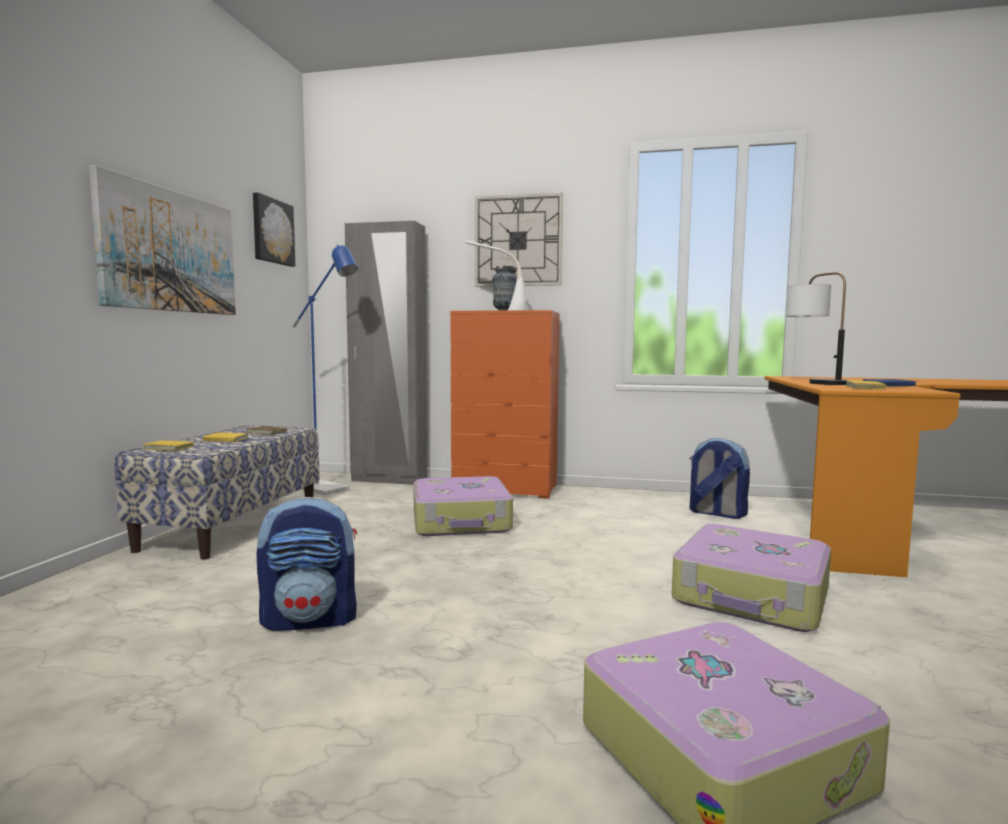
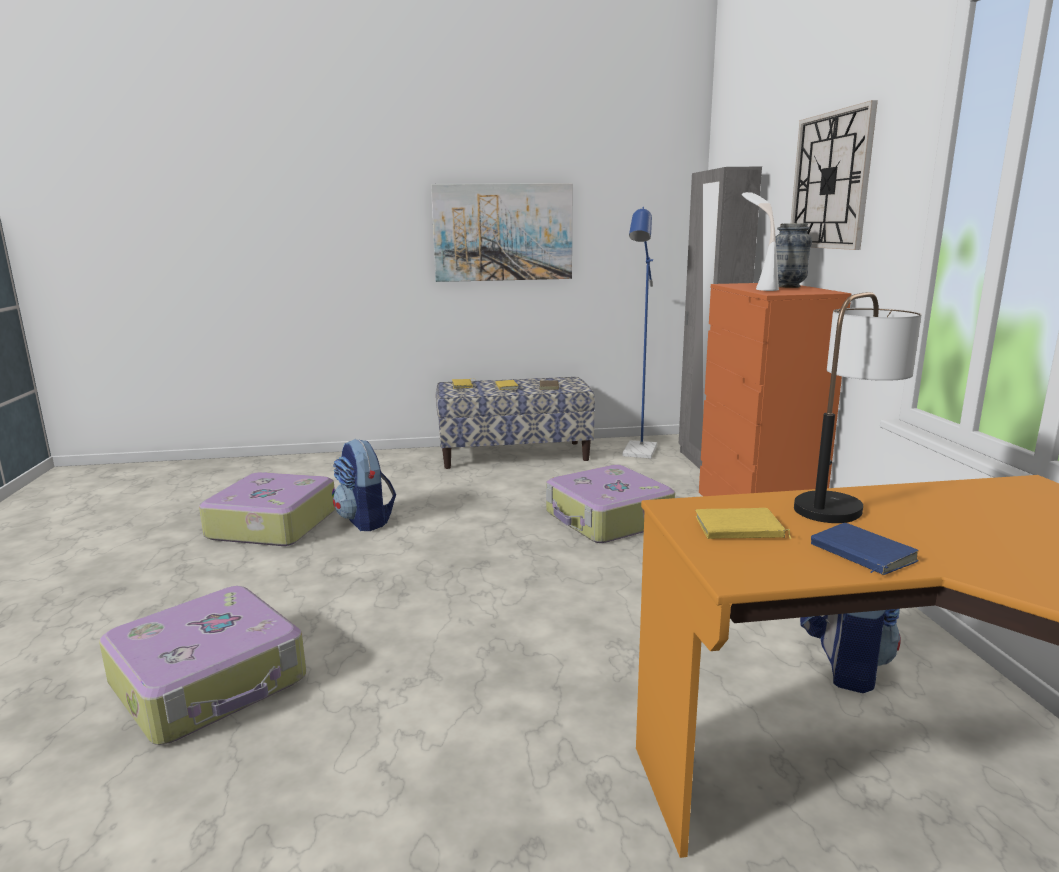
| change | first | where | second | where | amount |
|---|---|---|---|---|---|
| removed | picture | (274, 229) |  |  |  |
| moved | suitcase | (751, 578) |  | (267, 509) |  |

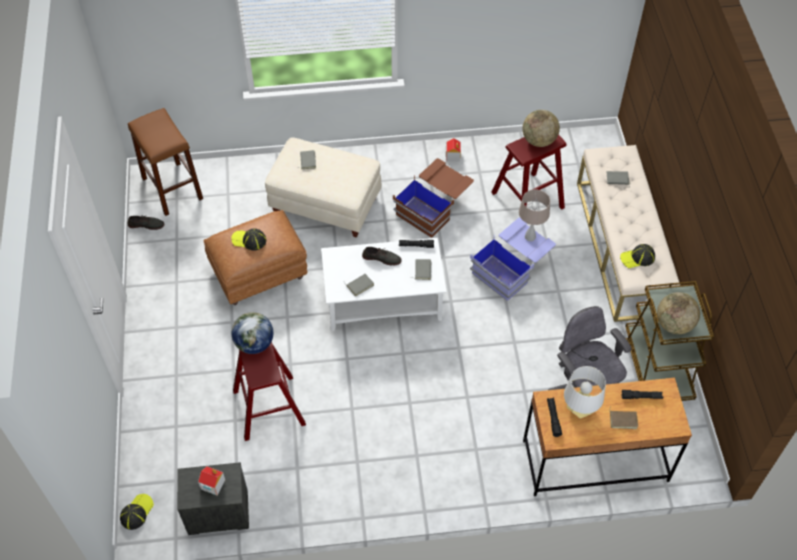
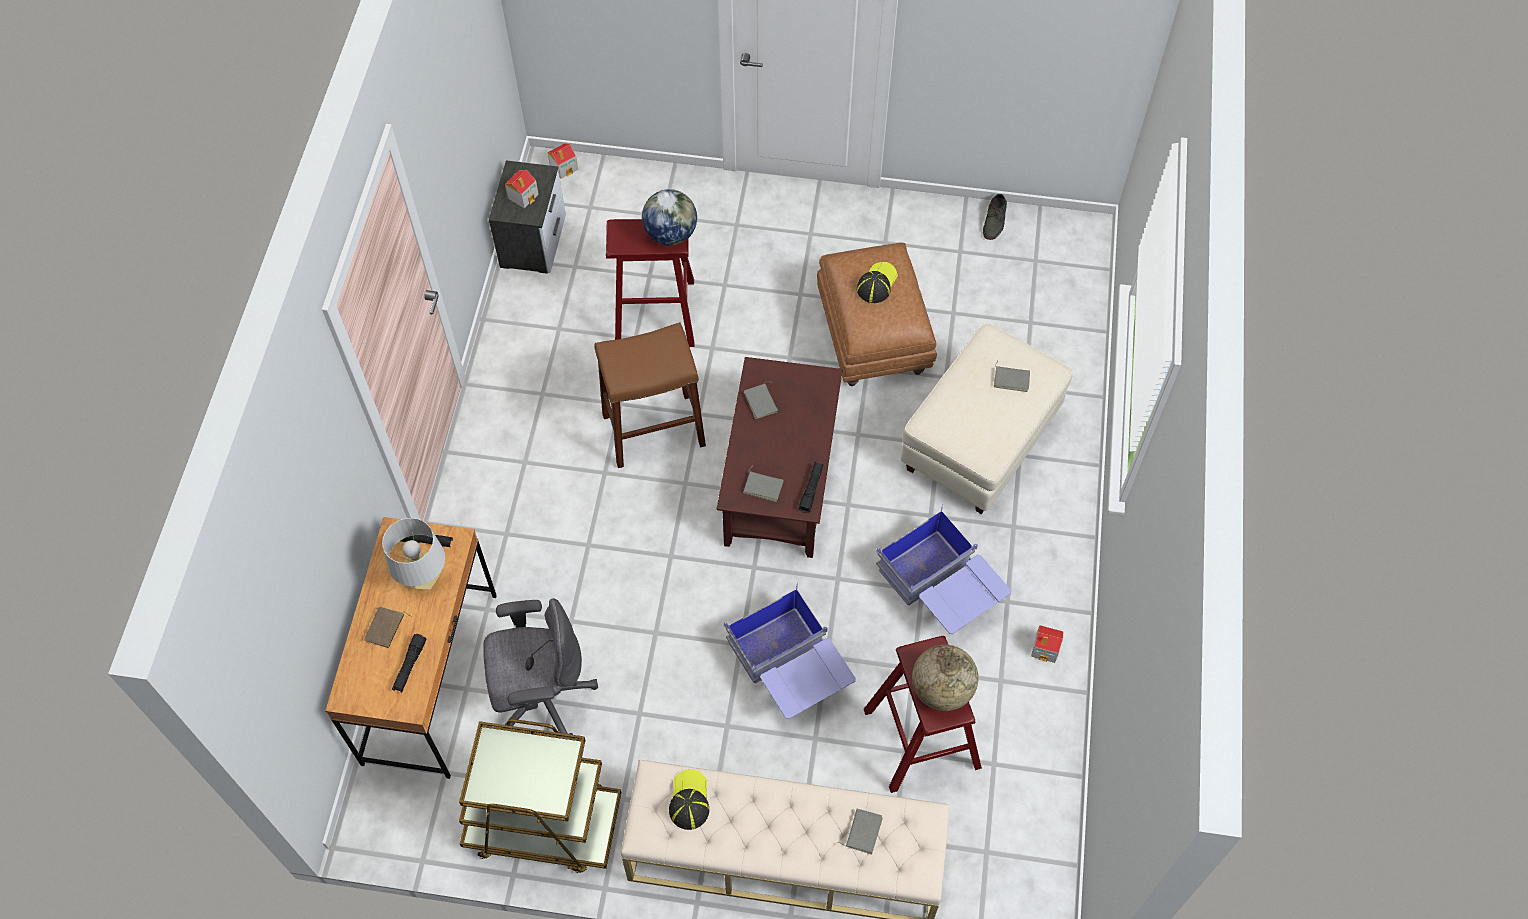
| change | first | where | second | where | amount |
|---|---|---|---|---|---|
| moved | stool (brown) | (165, 162) |  | (650, 395) |  |
| recoloured | storage box (brown) | (433, 198) | storage box (blue) | (943, 569) |  |
| removed | table lamp (beige) | (534, 215) |  |  |  |
| recoloured | coffee table (white) | (384, 284) | coffee table (brown) | (780, 457) |  |
| removed | shoe (grey) | (382, 256) |  |  |  |
| removed | globe | (678, 313) |  |  |  |
| replaced | cap | (137, 512) | toy house | (563, 161) |  |

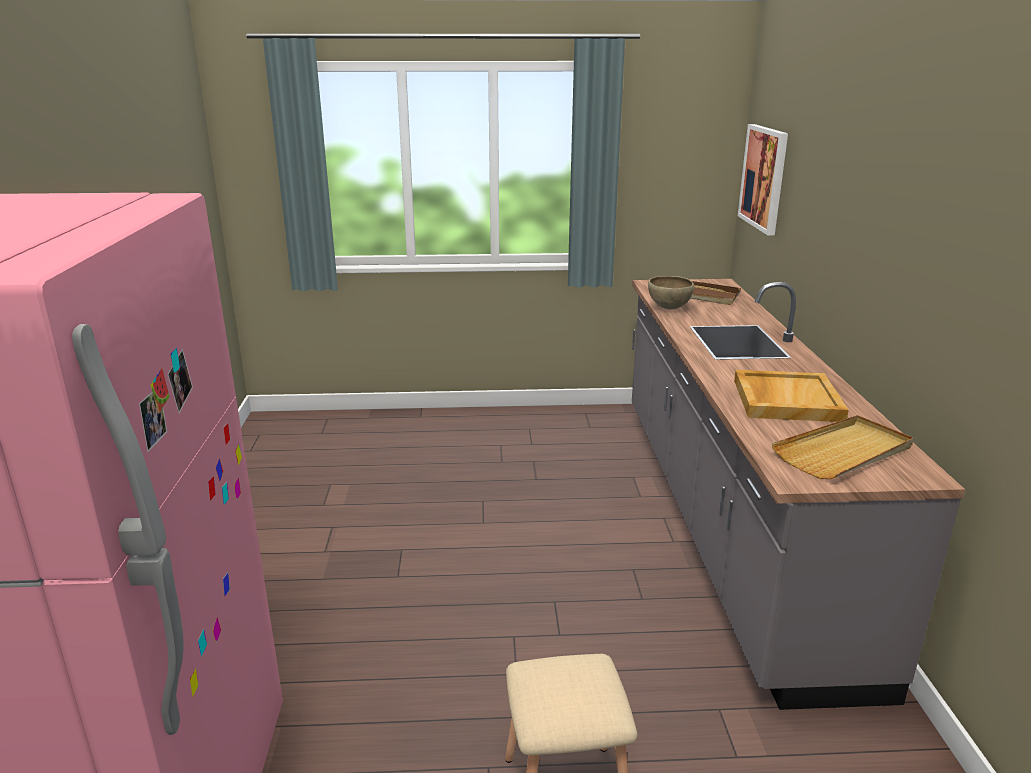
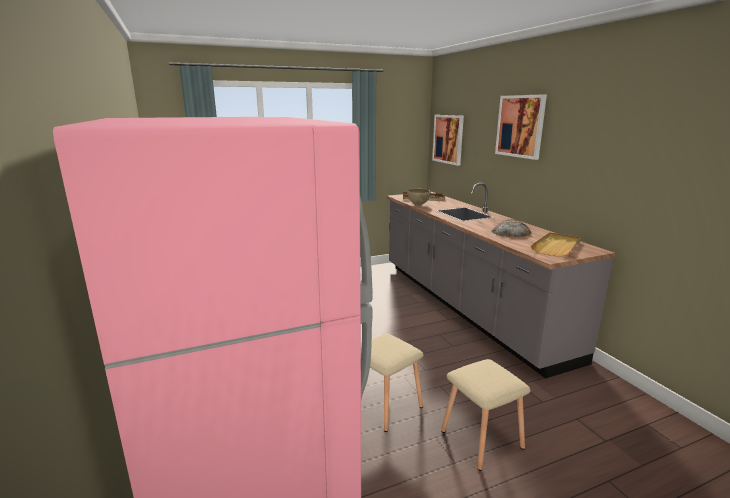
| change | first | where | second | where | amount |
|---|---|---|---|---|---|
| replaced | tray (beige) | (791, 396) | bread | (511, 228) |  |
| added |  |  | picture | (521, 127) |  |
| added |  |  | stool (beige) | (392, 383) |  |

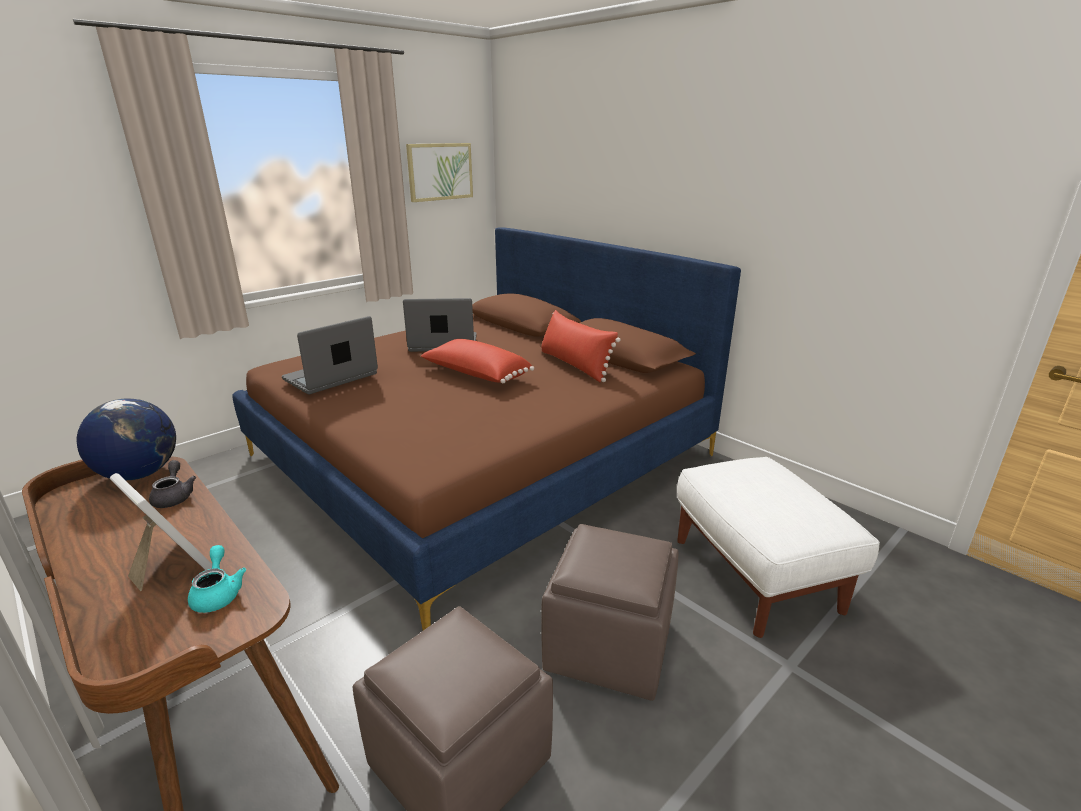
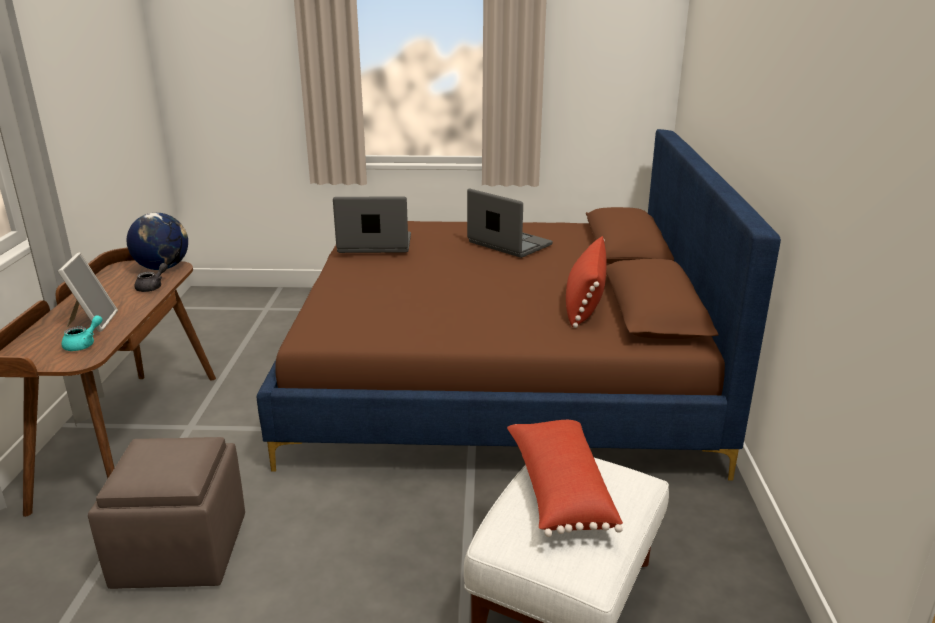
| change | first | where | second | where | amount |
|---|---|---|---|---|---|
| removed | picture | (439, 172) |  |  |  |
| moved | pillow (red) | (477, 361) |  | (565, 478) |  |
| removed | ottoman (brown) | (610, 612) |  |  |  |

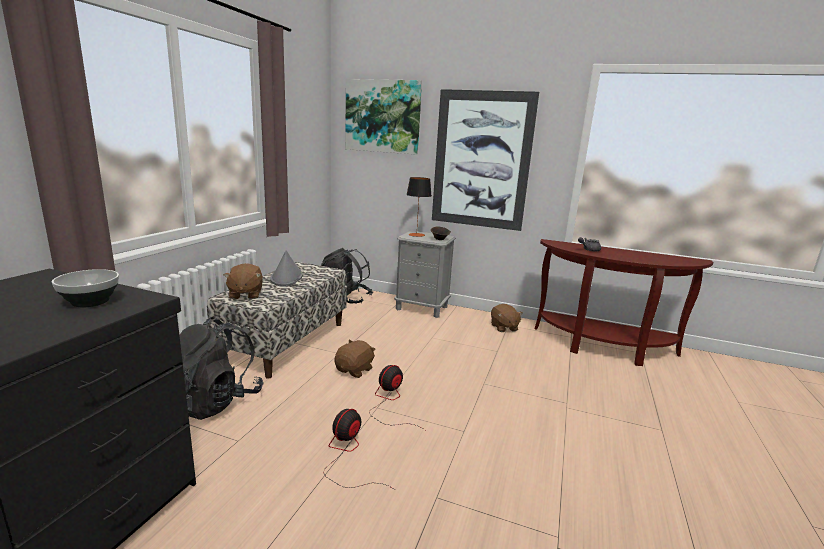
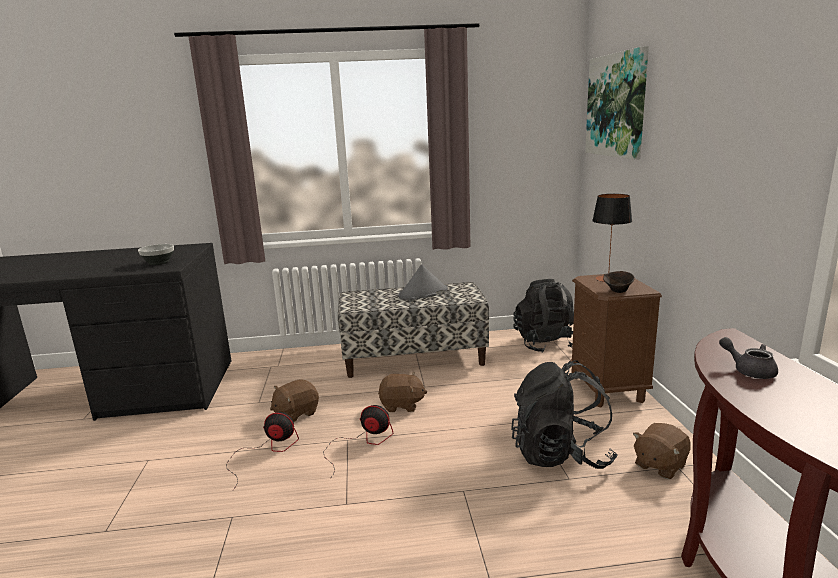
| change | first | where | second | where | amount |
|---|---|---|---|---|---|
| removed | picture | (485, 160) |  |  |  |
| recoloured | nightstand (grey) | (425, 274) | nightstand (brown) | (616, 340) |  |
| moved | plush toy (brown) | (243, 281) |  | (294, 400) |  |
| moved | backpack (black) | (221, 368) |  | (564, 414) |  |

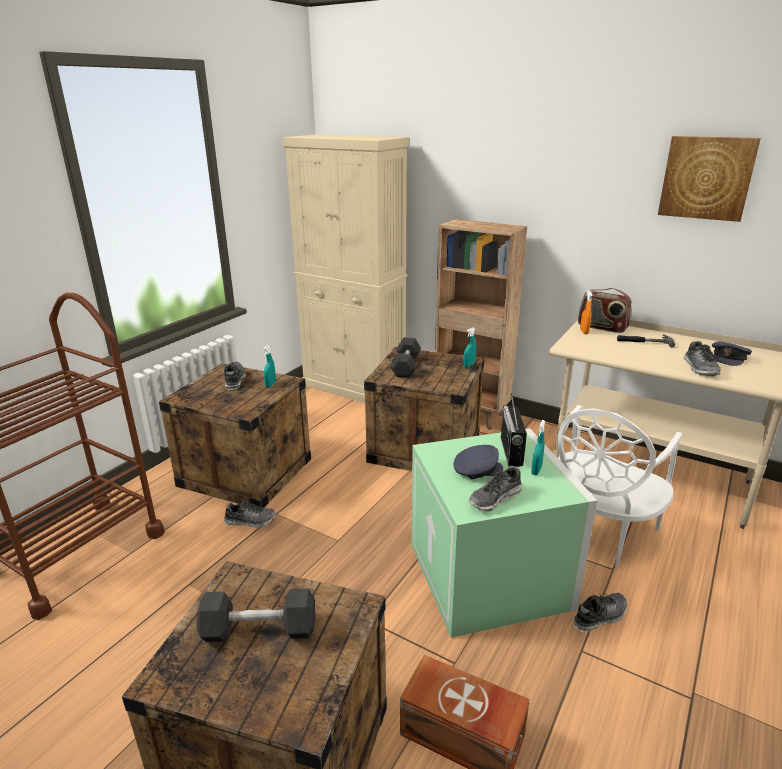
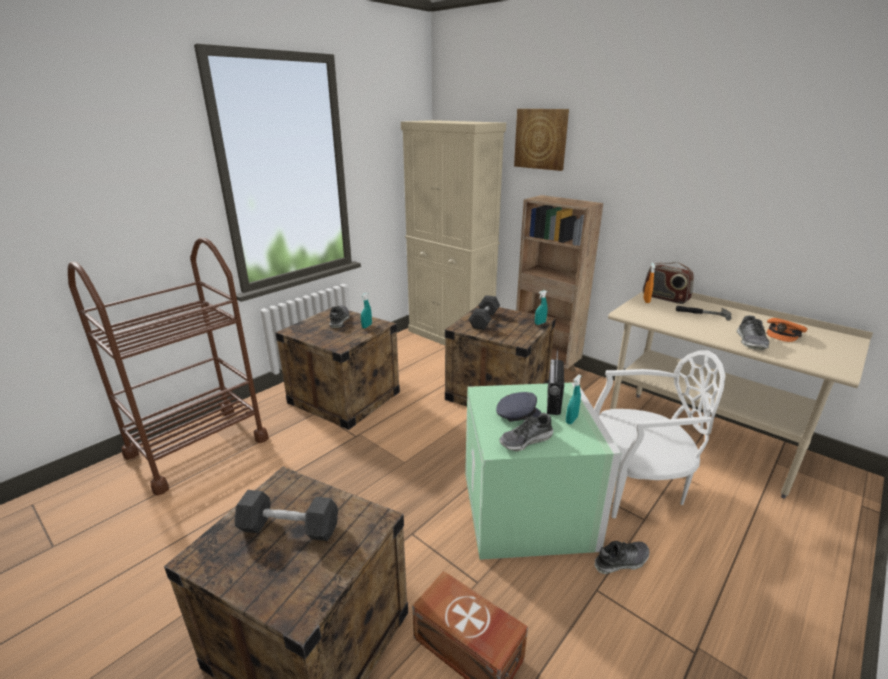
| change | first | where | second | where | amount |
|---|---|---|---|---|---|
| moved | picture | (709, 179) |  | (541, 140) |  |
| recoloured | cap (grey) | (732, 354) | cap (orange) | (787, 330) |  |
| turned | chair (white) | (620, 486) |  | (660, 434) | 135 degrees counterclockwise |
| removed | shoe | (250, 514) |  |  |  |

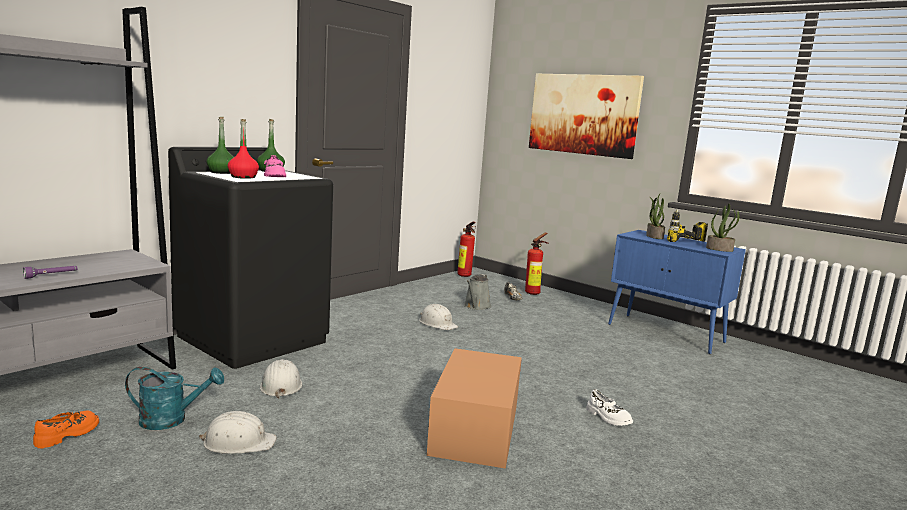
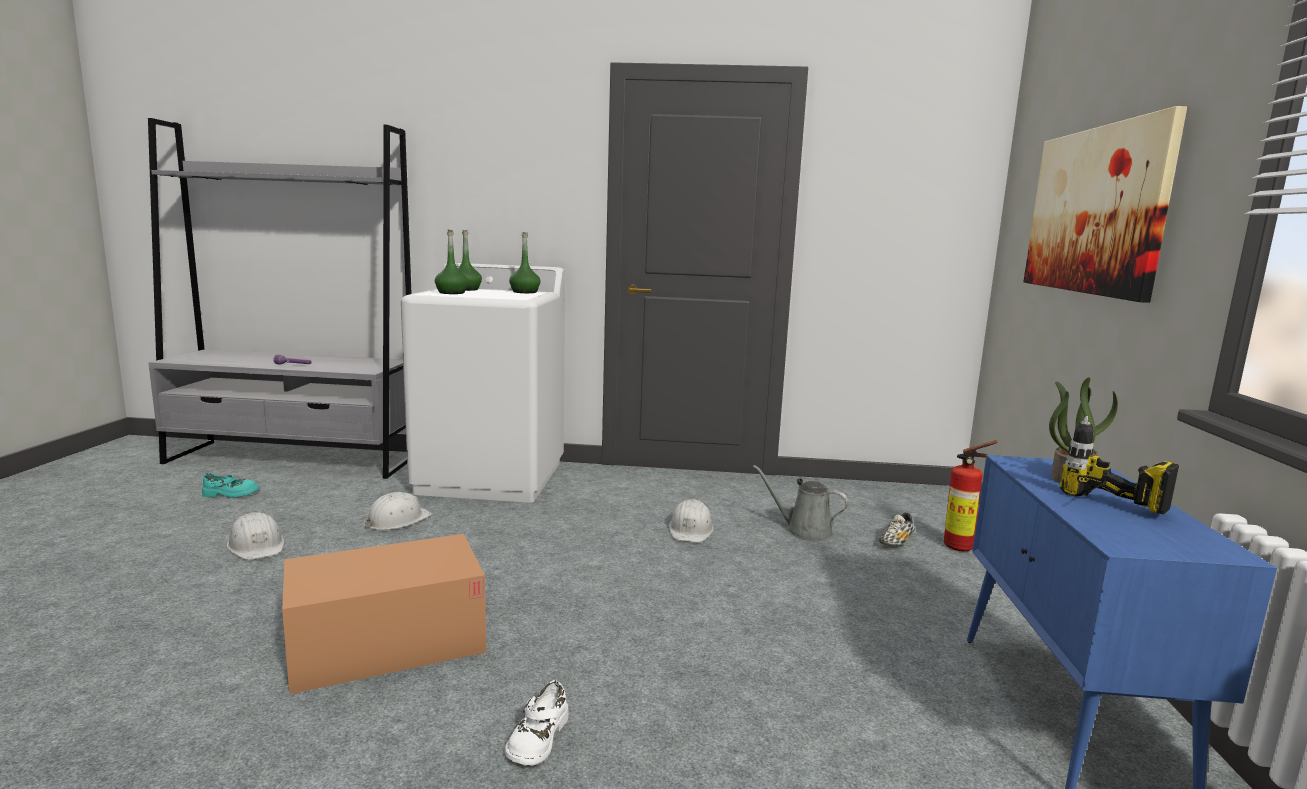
| change | first | where | second | where | amount |
|---|---|---|---|---|---|
| recoloured | bottle (red) | (243, 149) | bottle (green) | (451, 262) |  |
| recoloured | washing machine (black) | (250, 258) | washing machine (white) | (483, 383) |  |
| removed | shoe (pink) | (275, 166) |  |  |  |
| removed | potted plant | (722, 228) |  |  |  |
| removed | fire extinguisher | (466, 249) |  |  |  |
| turned | watering can (grey) | (477, 292) |  | (801, 503) | 45 degrees clockwise |
| removed | watering can (turquoise) | (174, 398) |  |  |  |
| recoloured | shoe (orange) | (66, 429) | shoe (turquoise) | (231, 485) |  |

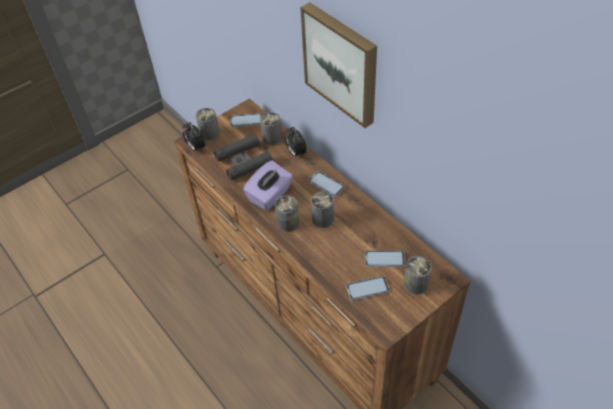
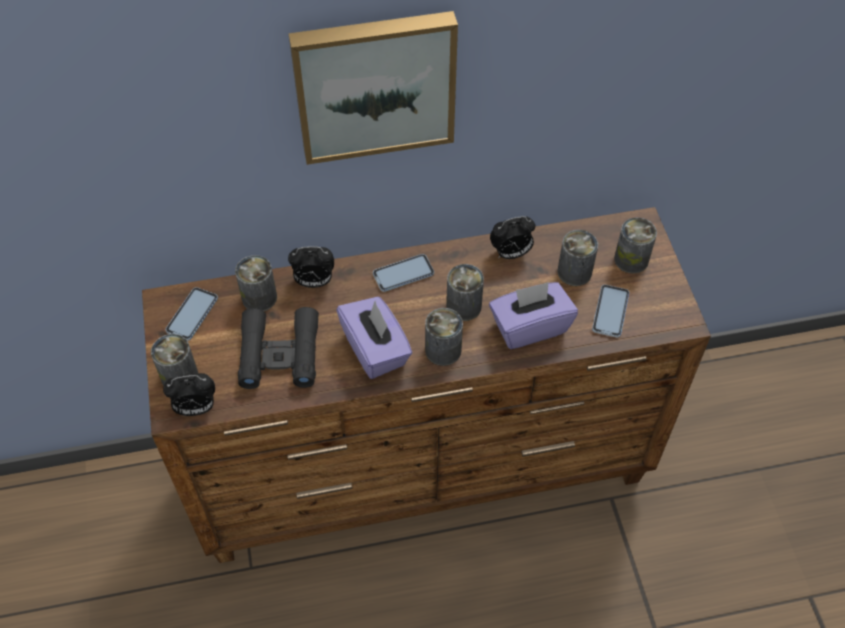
| change | first | where | second | where | amount |
|---|---|---|---|---|---|
| replaced | phone | (385, 258) | can | (577, 258) |  |
| added |  |  | alarm clock | (512, 237) |  |
| added |  |  | tissue box (purple) | (533, 315) |  |

